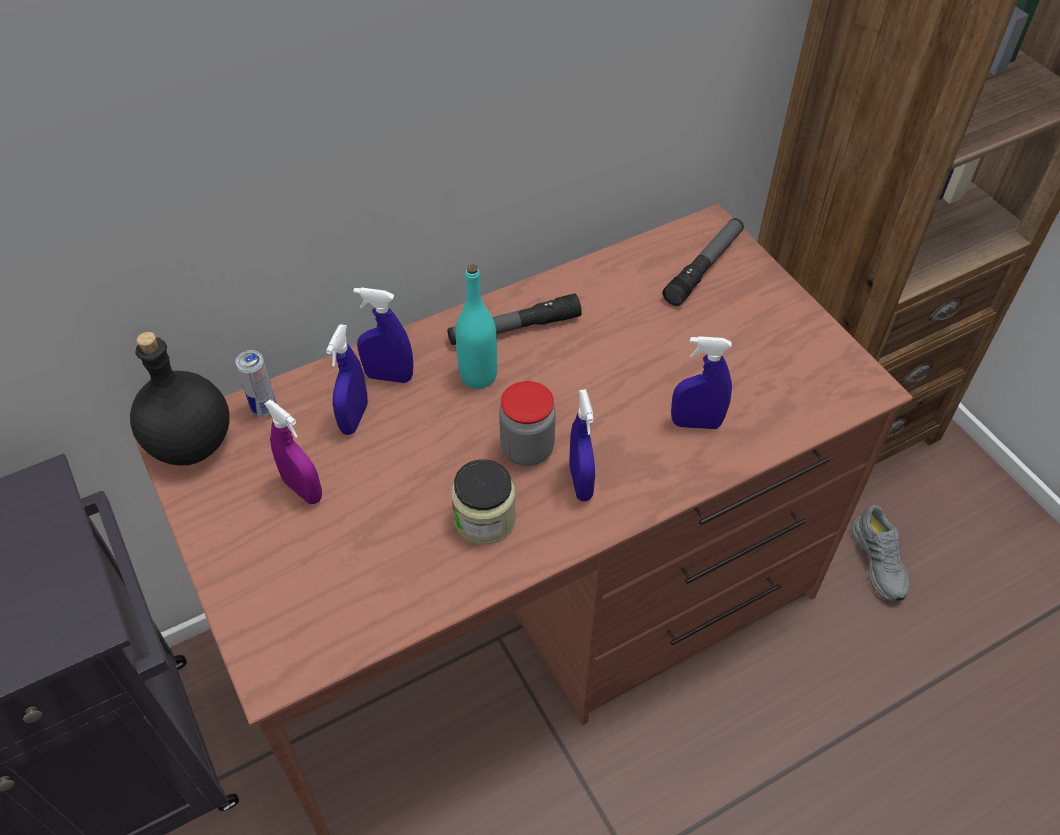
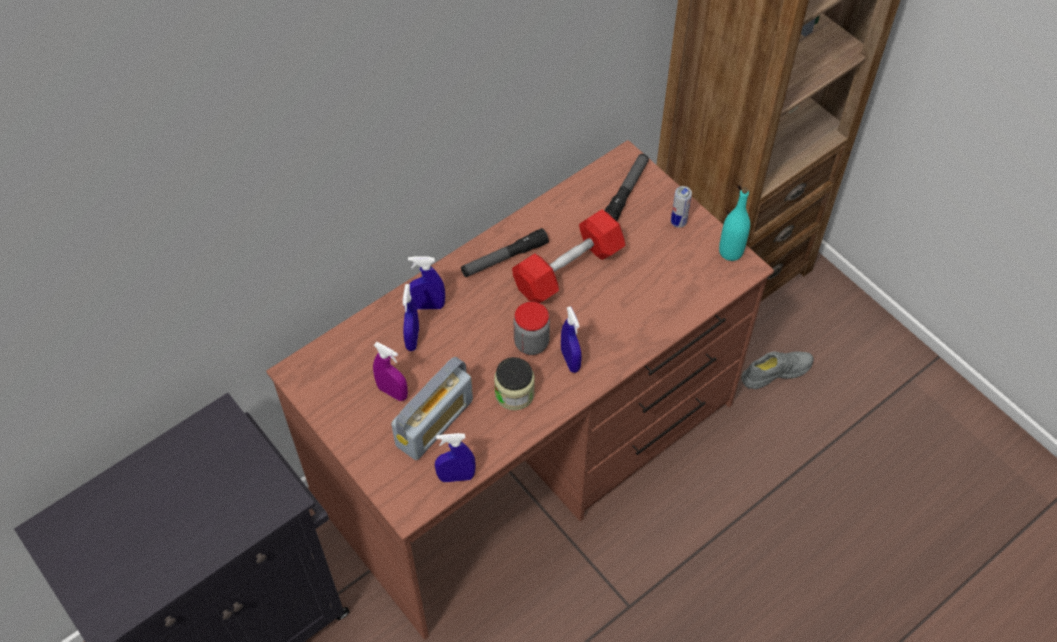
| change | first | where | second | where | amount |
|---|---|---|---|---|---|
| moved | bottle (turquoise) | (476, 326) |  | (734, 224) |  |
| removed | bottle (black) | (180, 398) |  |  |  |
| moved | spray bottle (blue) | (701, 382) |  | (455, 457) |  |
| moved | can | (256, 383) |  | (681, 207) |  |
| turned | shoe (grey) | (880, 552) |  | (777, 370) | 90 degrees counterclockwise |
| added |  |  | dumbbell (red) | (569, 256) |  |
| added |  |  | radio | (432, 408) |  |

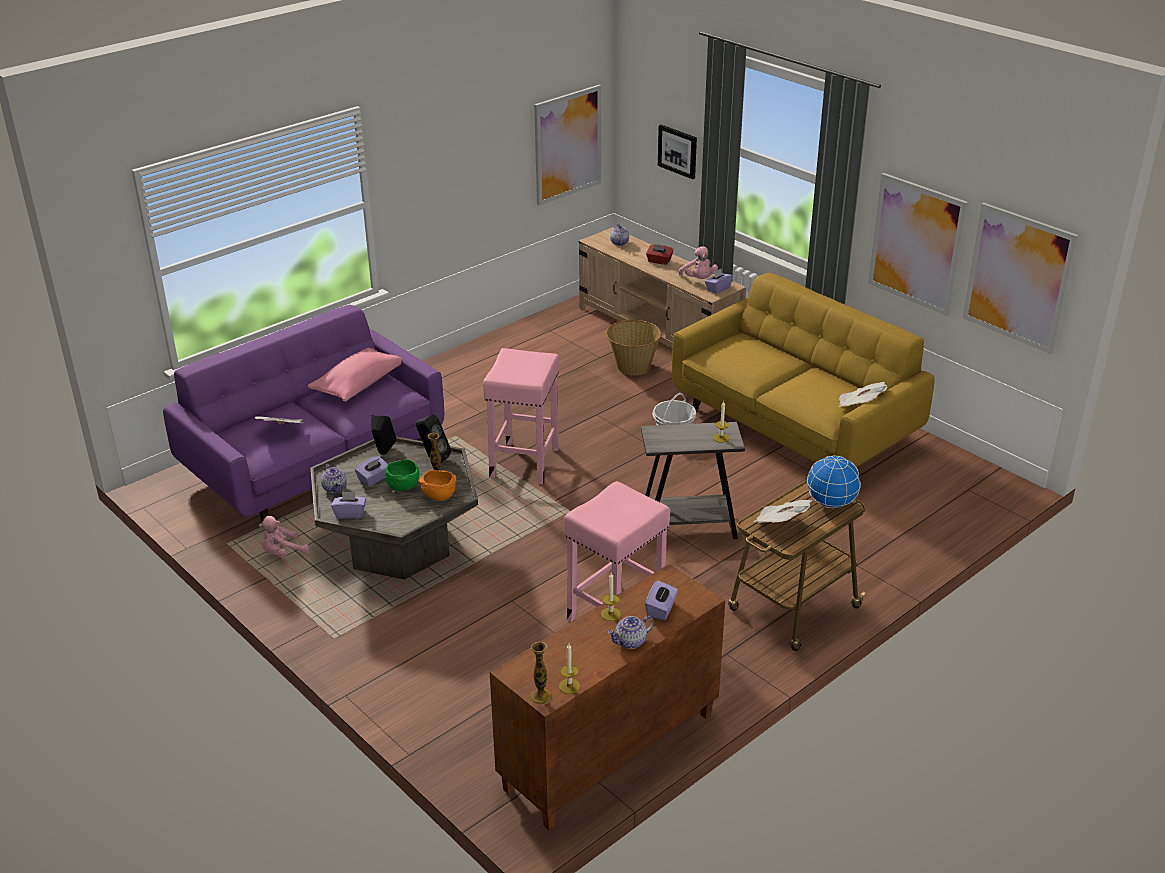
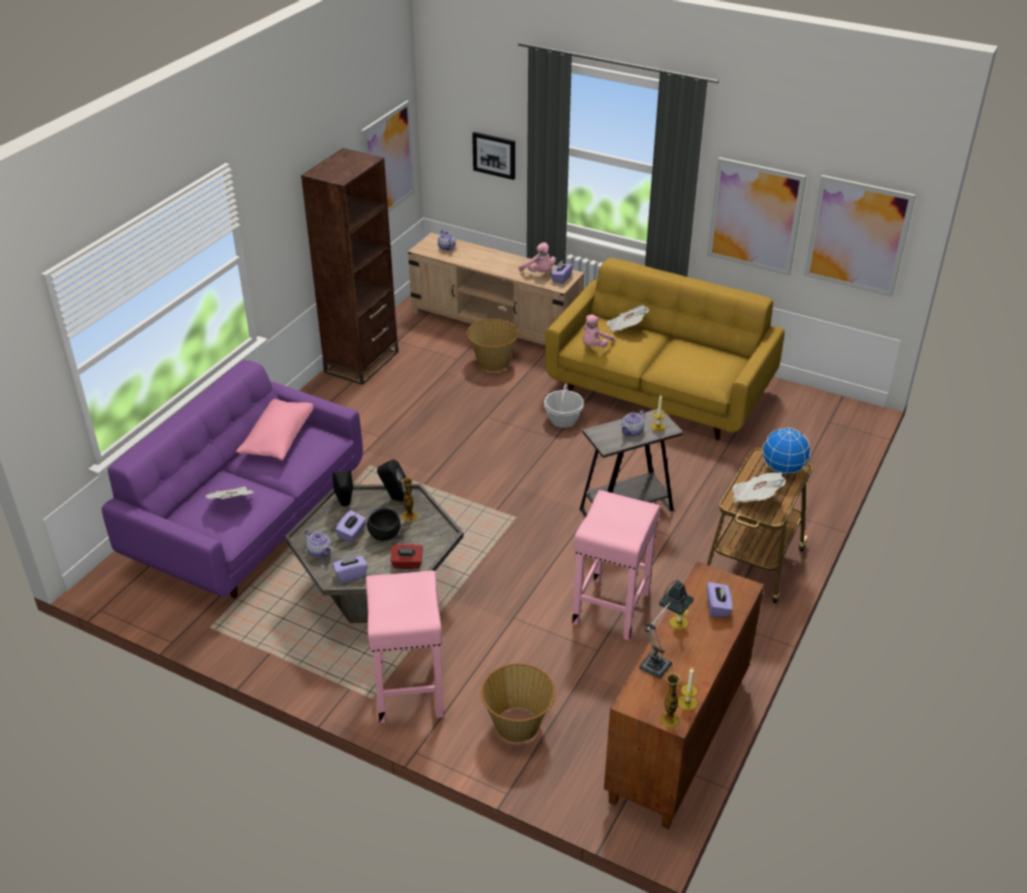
| change | first | where | second | where | amount |
|---|---|---|---|---|---|
| moved | tissue box (red) | (660, 254) |  | (406, 556) |  |
| moved | stool (pink) | (521, 416) |  | (405, 646) |  |
| moved | newspaper | (863, 394) |  | (628, 318) |  |
| recoloured | bowl (green) | (402, 475) | bowl (black) | (384, 524) |  |
| removed | bowl (orange) | (437, 485) |  |  |  |
| moved | plush toy (pink) | (284, 537) |  | (599, 330) |  |
| moved | teapot | (631, 632) |  | (633, 423) |  |
| added |  |  | bookcase (brown) | (349, 266) |  |
| added |  |  | table lamp | (666, 629) |  |
| added |  |  | basket | (518, 703) |  |

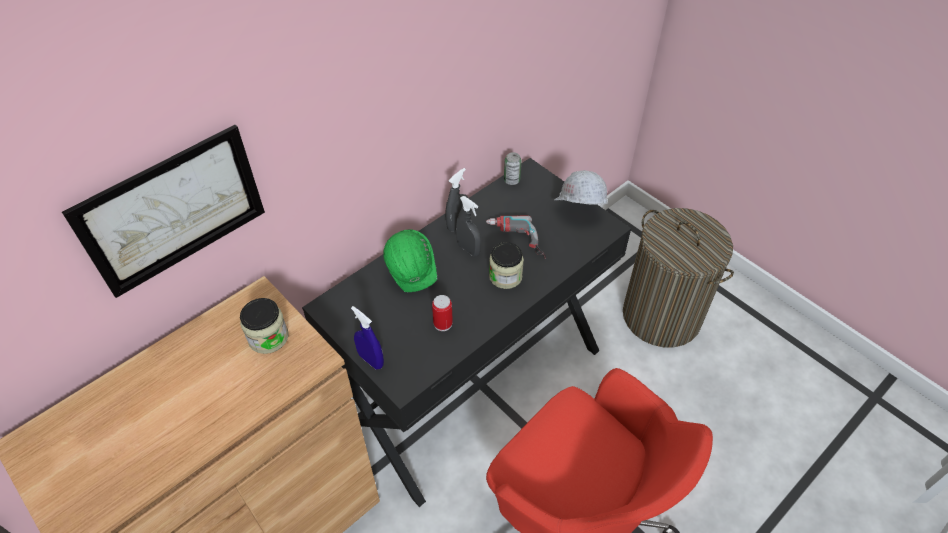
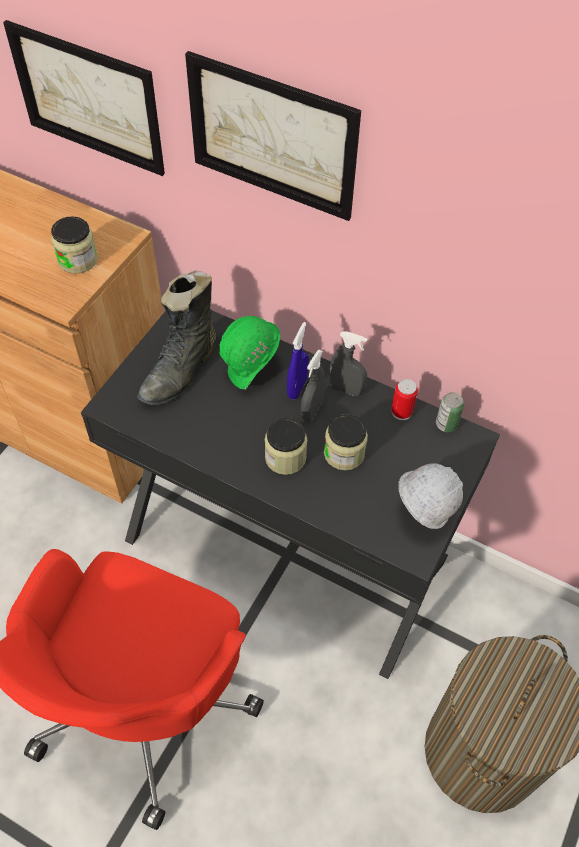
| change | first | where | second | where | amount |
|---|---|---|---|---|---|
| replaced | power drill | (516, 237) | jar | (346, 442) |  |
| moved | can | (442, 313) |  | (404, 399) |  |
| moved | spray bottle (blue) | (367, 338) |  | (298, 361) |  |
| added |  |  | picture | (273, 136) |  |
| added |  |  | boot (black) | (176, 338) |  |

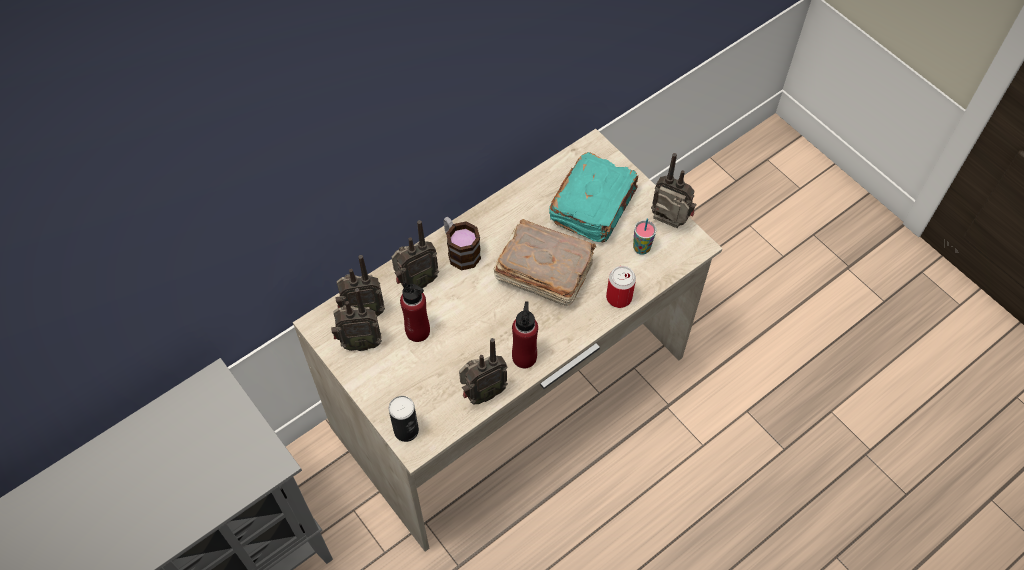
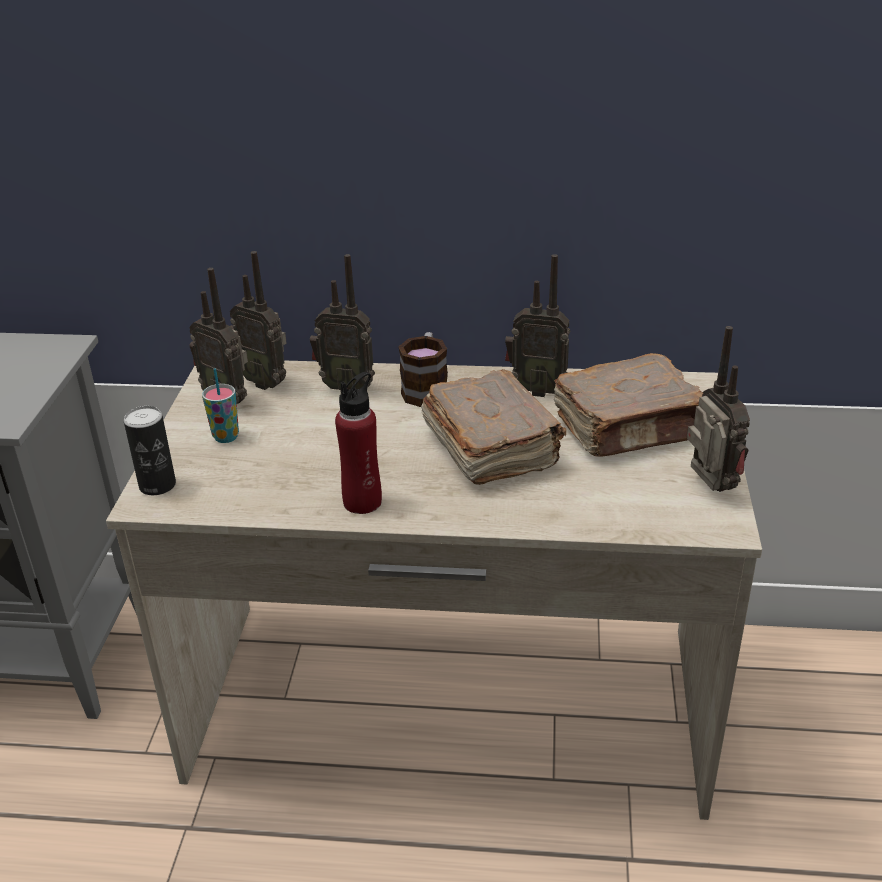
| change | first | where | second | where | amount |
|---|---|---|---|---|---|
| recoloured | book (turquoise) | (593, 197) | book (brown) | (628, 404) |  |
| moved | cup | (644, 236) |  | (220, 405) |  |
| removed | can | (621, 287) |  |  |  |
| removed | bottle (red) | (415, 311) |  |  |  |
| moved | radio | (483, 371) |  | (537, 325) |  |

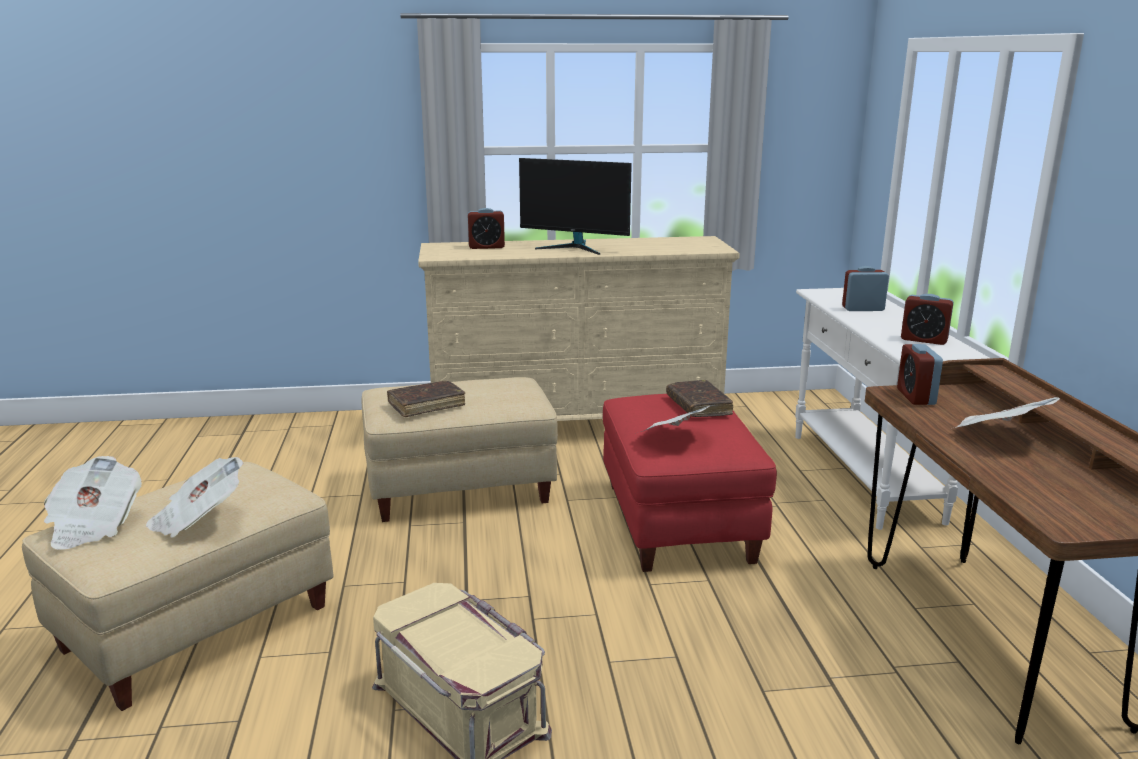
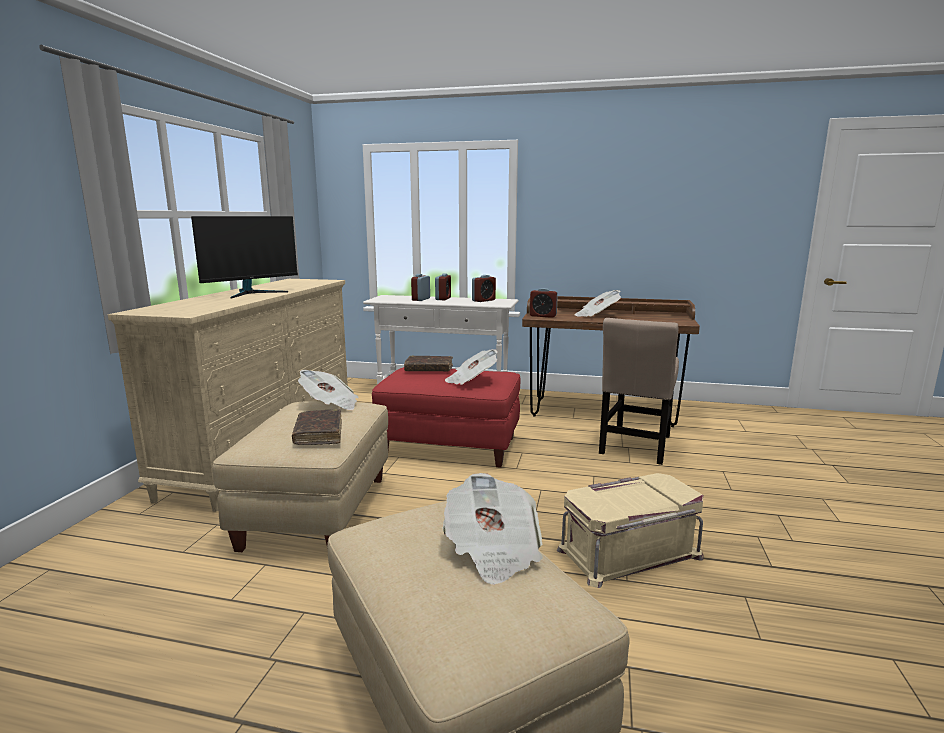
| change | first | where | second | where | amount |
|---|---|---|---|---|---|
| moved | alarm clock | (486, 228) |  | (443, 287) |  |
| moved | newspaper | (93, 503) |  | (328, 390) |  |
| added |  |  | chair (beige) | (639, 391) |  |

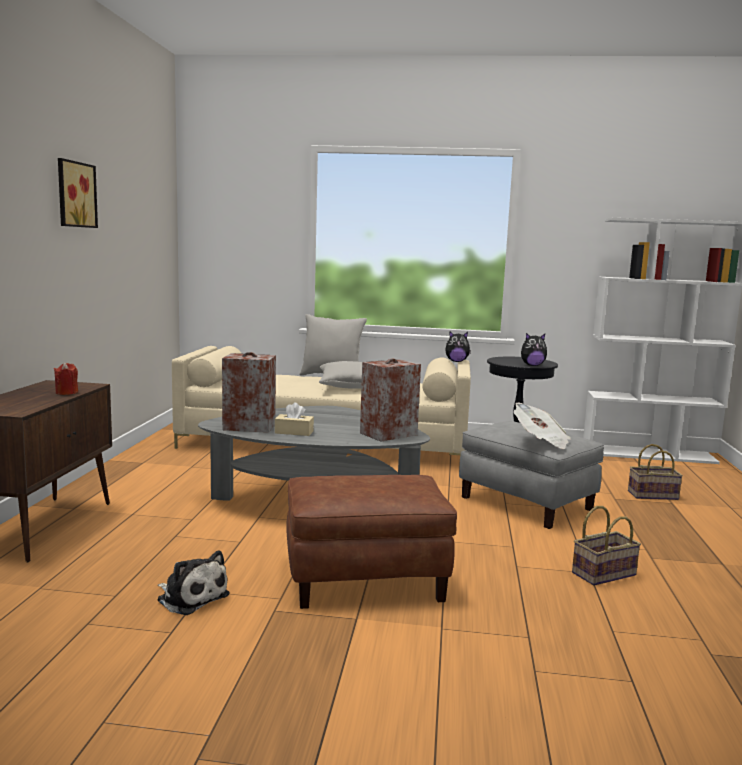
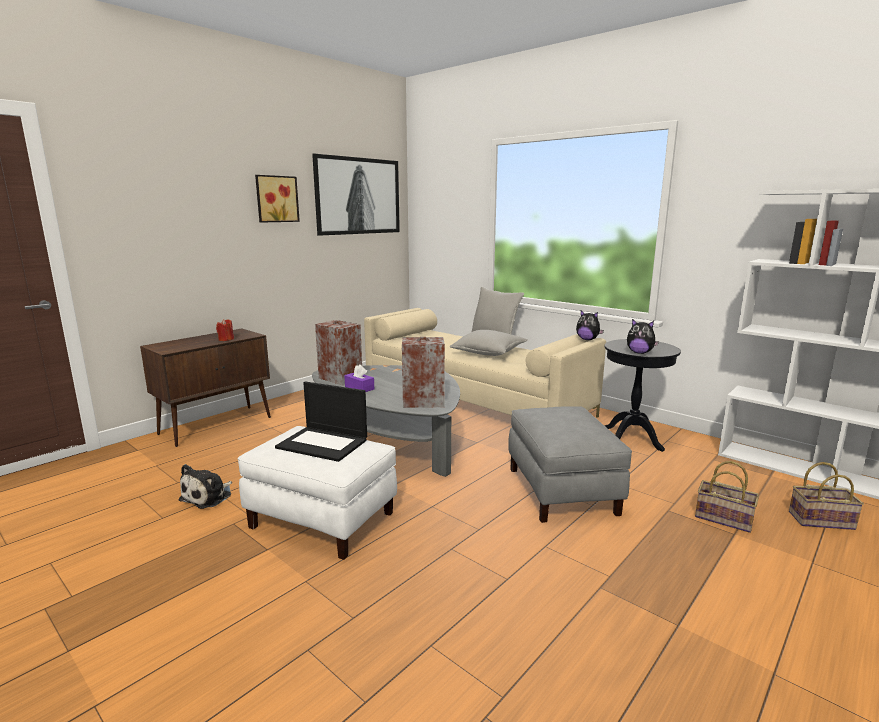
| change | first | where | second | where | amount |
|---|---|---|---|---|---|
| recoloured | tissue box (beige) | (294, 419) | tissue box (purple) | (359, 378) |  |
| removed | newspaper | (542, 426) |  |  |  |
| recoloured | ottoman (brown) | (371, 542) | ottoman (white) | (317, 493) |  |
| moved | basket | (606, 546) |  | (826, 496) |  |
| turned | plush toy | (193, 582) |  | (205, 486) | 45 degrees clockwise |
| added |  |  | picture | (356, 195) |  |
| added |  |  | laptop | (321, 421) |  |

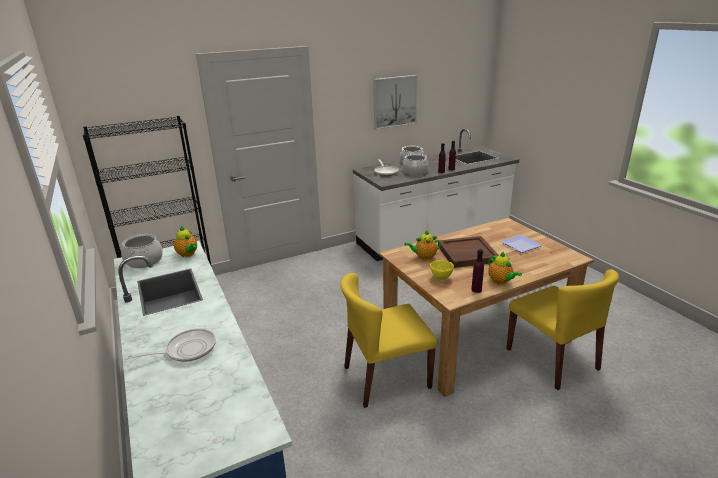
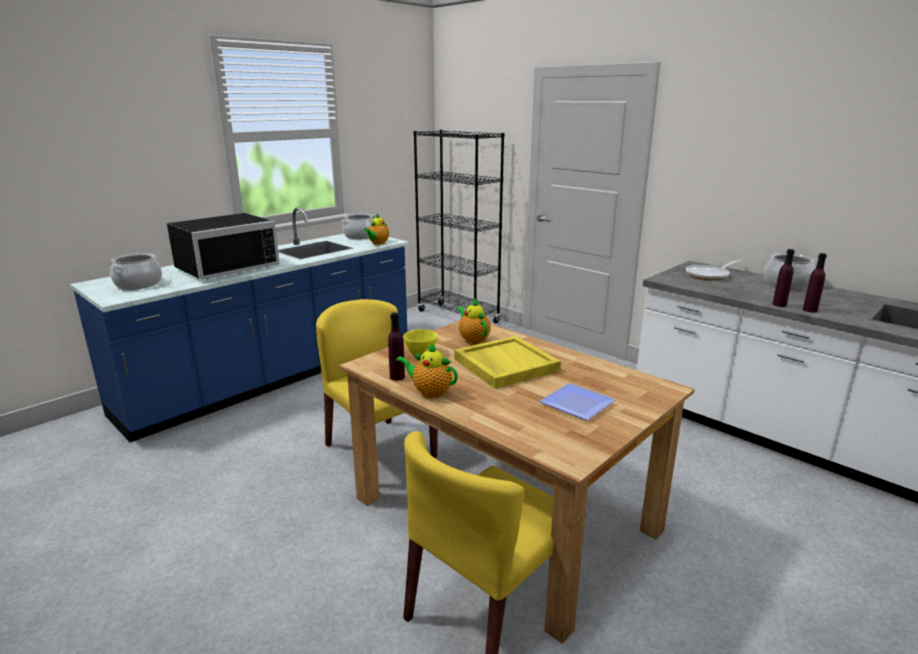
| change | first | where | second | where | amount |
|---|---|---|---|---|---|
| removed | picture | (395, 102) |  |  |  |
| moved | cooking pot | (416, 164) |  | (136, 271) |  |
| recoloured | tray (brown) | (468, 252) | tray (yellow) | (507, 362) |  |
| turned | teapot | (505, 268) |  | (427, 370) | 75 degrees clockwise |
| replaced | frying pan | (170, 345) | microwave (black) | (223, 246) |  |

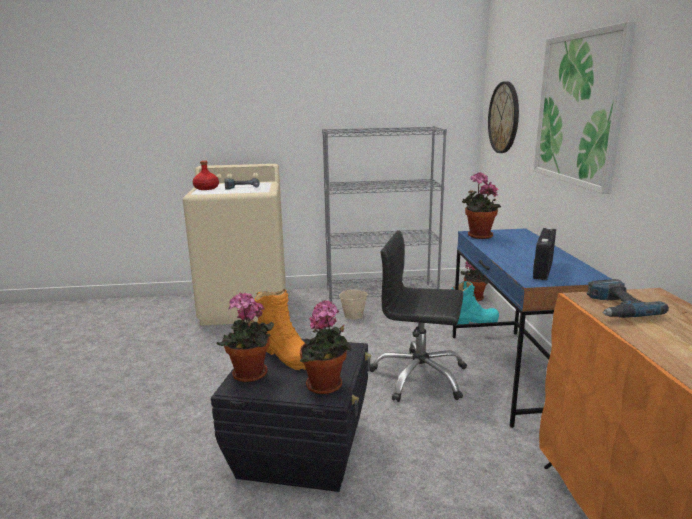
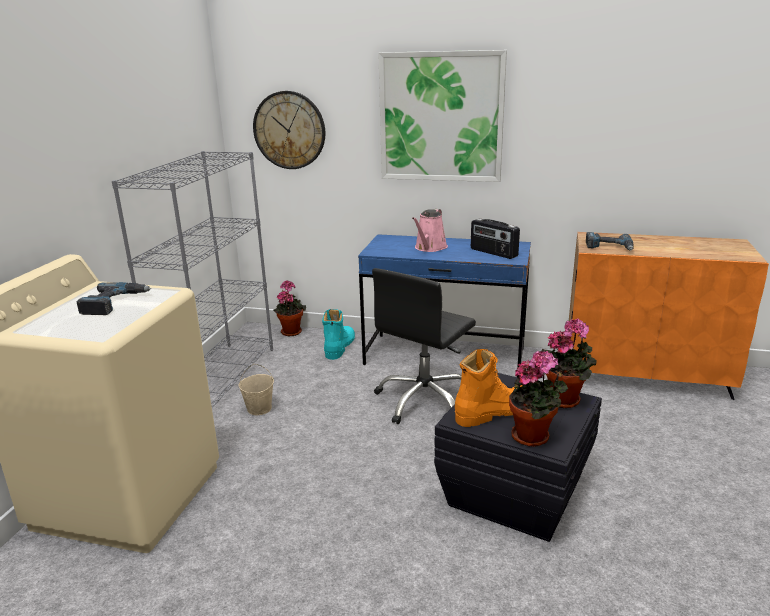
| change | first | where | second | where | amount |
|---|---|---|---|---|---|
| removed | bottle (red) | (206, 175) |  |  |  |
| removed | potted plant | (481, 205) |  |  |  |
| added |  |  | watering can (pink) | (430, 230) |  |

